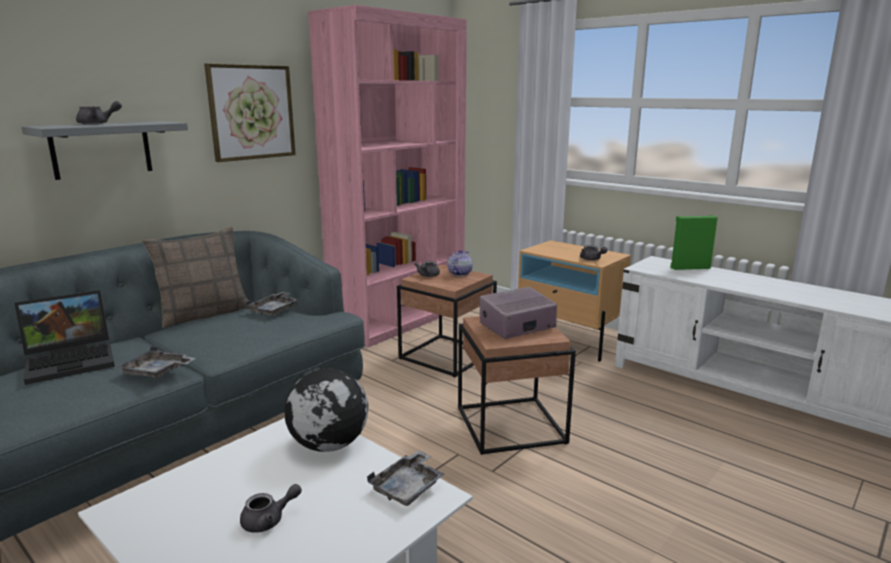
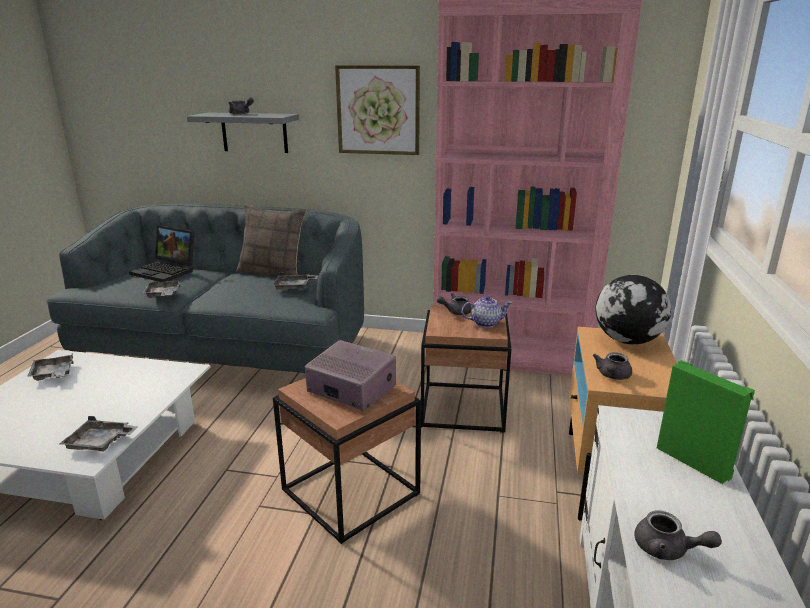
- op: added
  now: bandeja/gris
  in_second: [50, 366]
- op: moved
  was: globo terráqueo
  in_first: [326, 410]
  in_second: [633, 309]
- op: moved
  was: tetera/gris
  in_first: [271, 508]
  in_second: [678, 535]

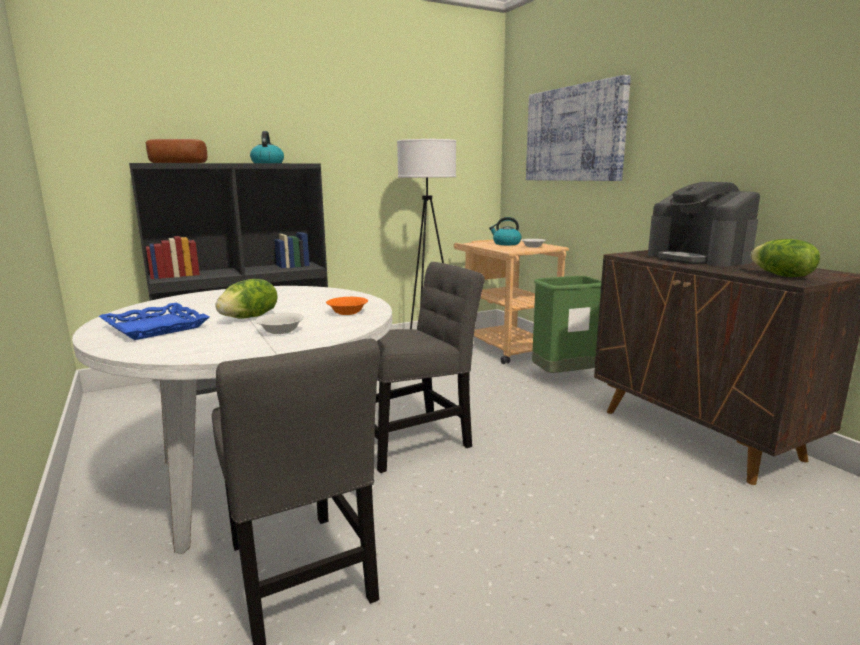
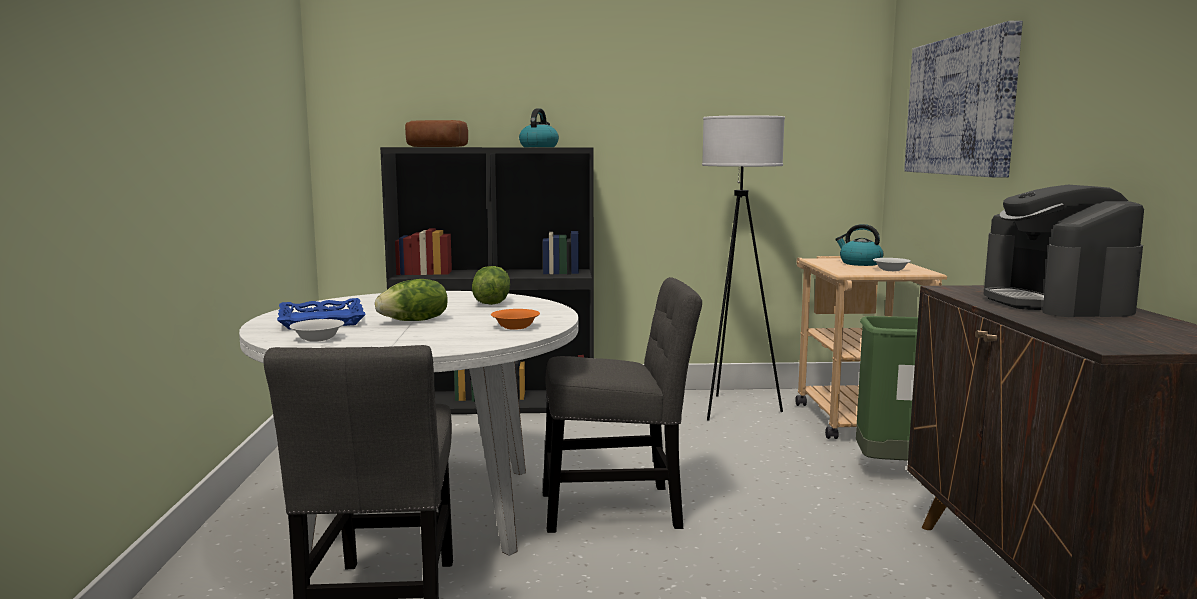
- op: moved
  was: cuenco/blanco
  in_first: [279, 323]
  in_second: [316, 330]
- op: moved
  was: lechuga
  in_first: [785, 258]
  in_second: [491, 285]

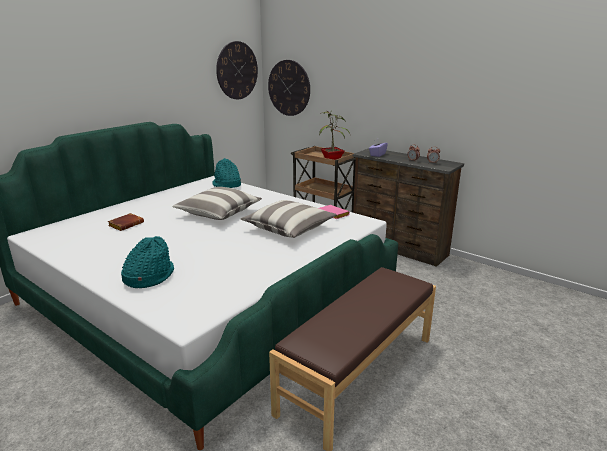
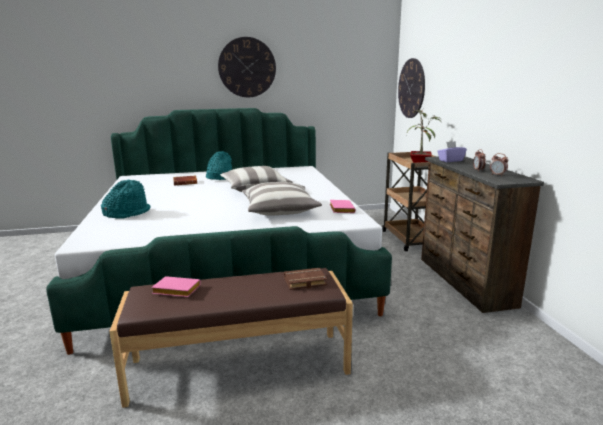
- op: added
  now: libro/rosa
  in_second: [176, 286]
- op: moved
  was: sombrero/turquesa
  in_first: [226, 173]
  in_second: [219, 165]
- op: moved
  was: reloj de pared
  in_first: [237, 70]
  in_second: [247, 67]
- op: added
  now: libro/marrón
  in_second: [305, 279]

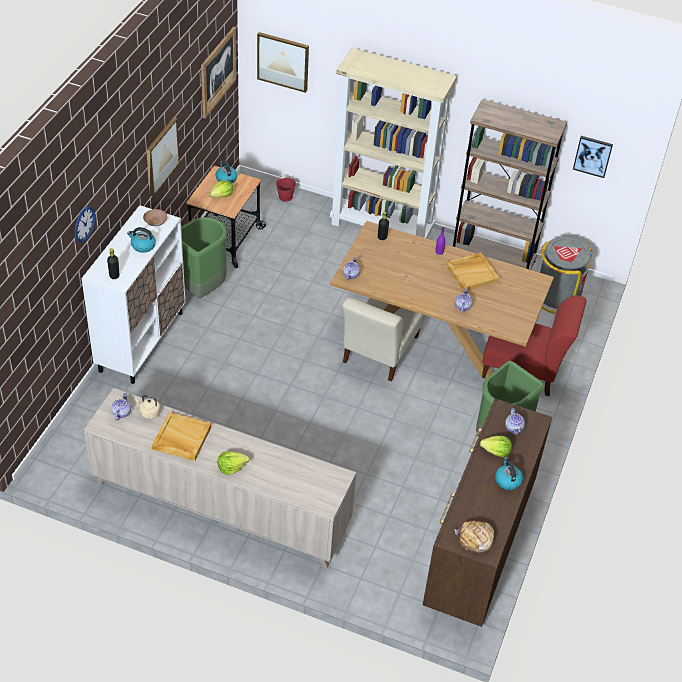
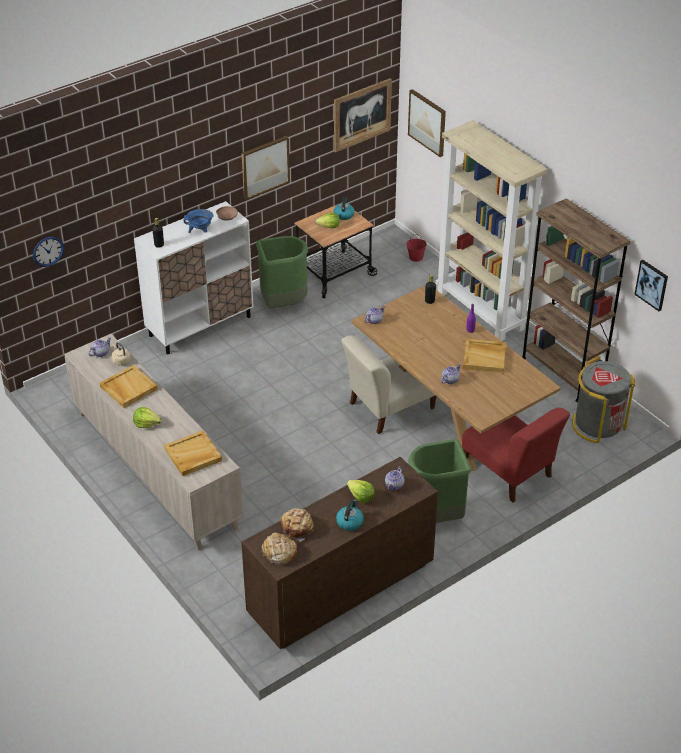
- op: moved
  was: reloj de pared
  in_first: [85, 224]
  in_second: [48, 252]
- op: added
  now: bandeja/beis
  in_second: [193, 453]
- op: replaced
  was: hervidor
  now: olla/azul
  in_first: [141, 240]
  in_second: [198, 221]
- op: added
  now: pan
  in_second: [297, 525]

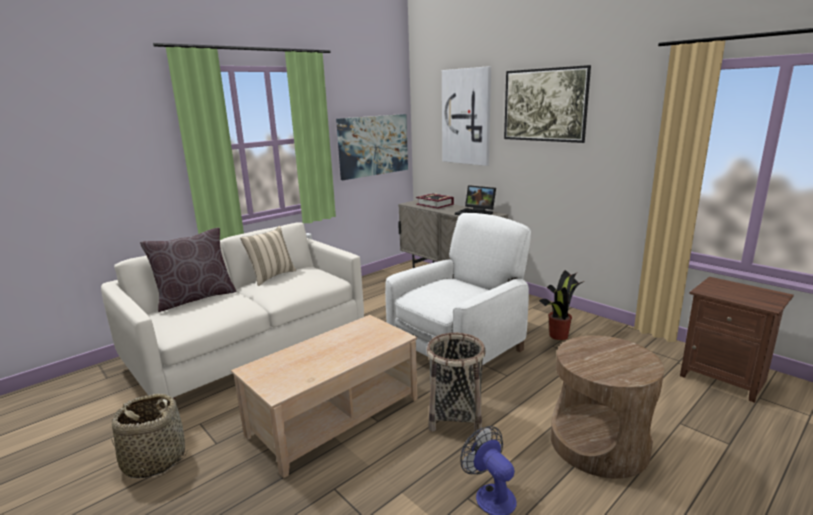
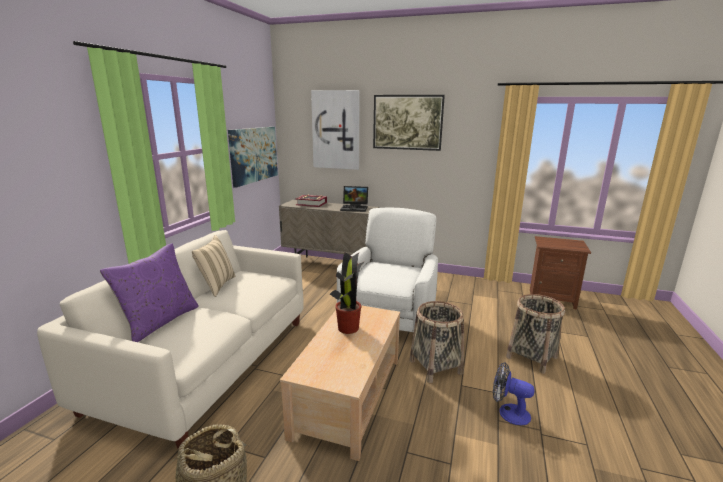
- op: recoloured
  was: cojín/marrón
  now: cojín/morado
  in_first: [188, 270]
  in_second: [149, 293]
- op: moved
  was: planta en maceta
  in_first: [561, 305]
  in_second: [347, 293]
- op: replaced
  was: mesa auxiliar/marrón
  now: cesta
  in_first: [607, 407]
  in_second: [535, 334]

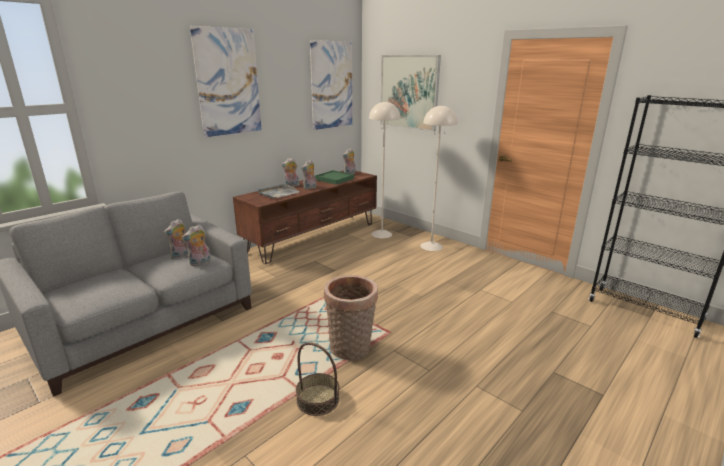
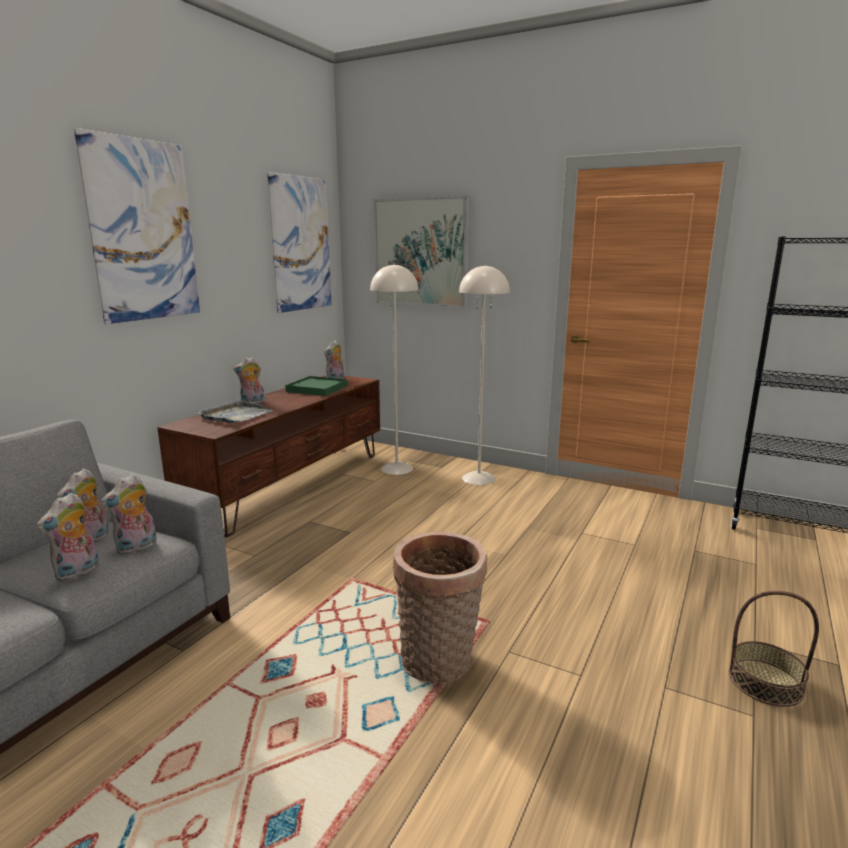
- op: moved
  was: peluche
  in_first: [308, 175]
  in_second: [68, 537]
- op: moved
  was: cesta
  in_first: [318, 379]
  in_second: [774, 649]

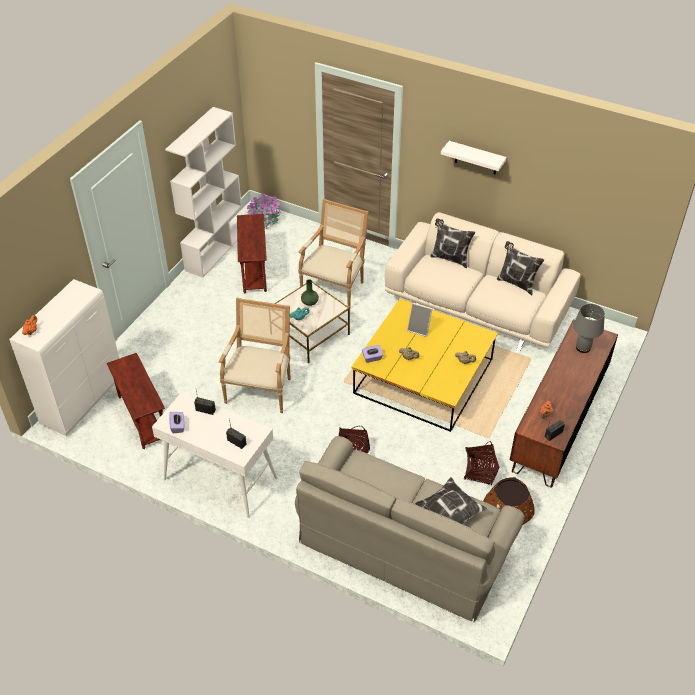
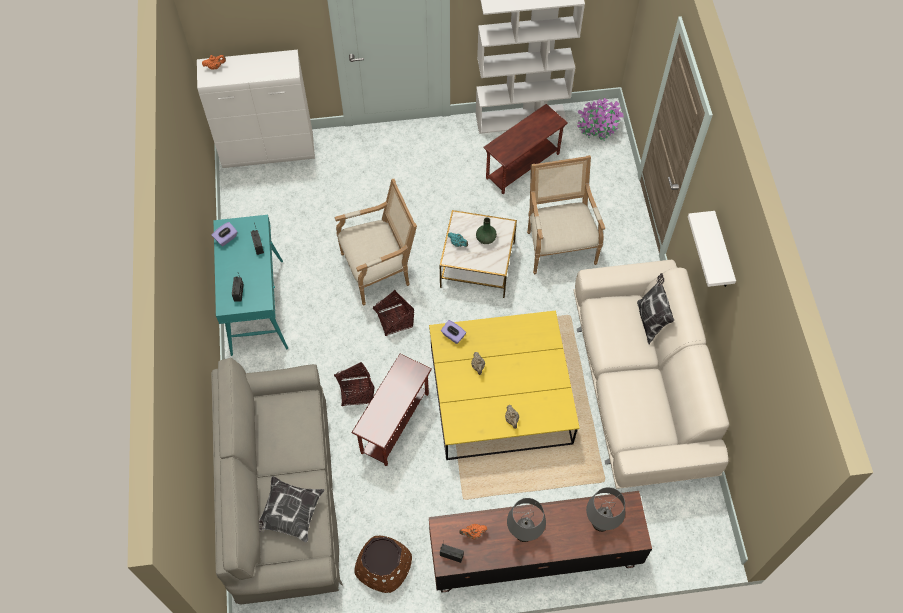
- op: recoloured
  was: mesa consola/blanco
  now: mesa consola/turquesa
  in_first: [214, 454]
  in_second: [250, 285]
- op: moved
  was: mesa auxiliar/marrón
  in_first: [136, 401]
  in_second: [392, 410]
- op: moved
  was: cesta
  in_first: [481, 463]
  in_second: [393, 313]
- op: added
  now: lámpara de mesa/gris
  in_second: [526, 520]
- op: turned
  was: sillón
  in_first: [333, 253]
  in_second: [566, 214]
  clockwise: -90
- op: removed
  was: portarretratos
  in_first: [420, 320]
- op: removed
  was: cojín
  in_first: [520, 268]

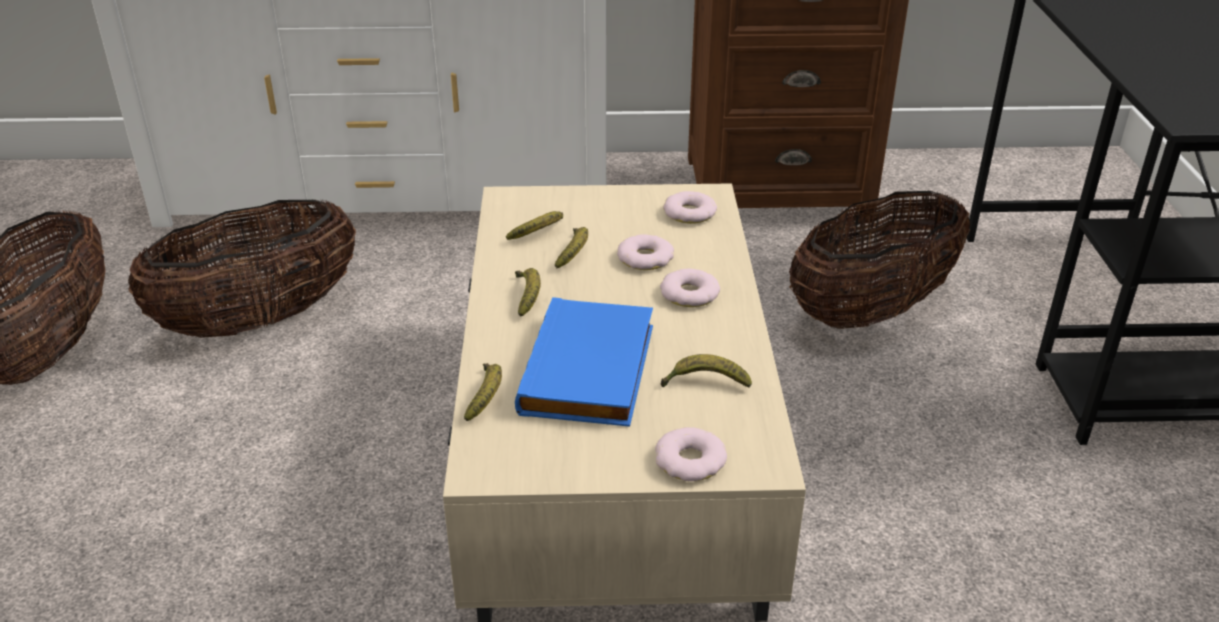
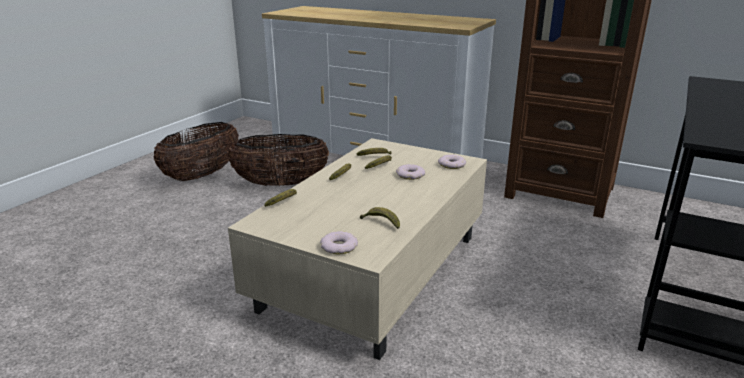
- op: removed
  was: libro/azul
  in_first: [584, 362]
- op: removed
  was: rosquilla
  in_first: [690, 287]
- op: removed
  was: cesta
  in_first: [879, 259]

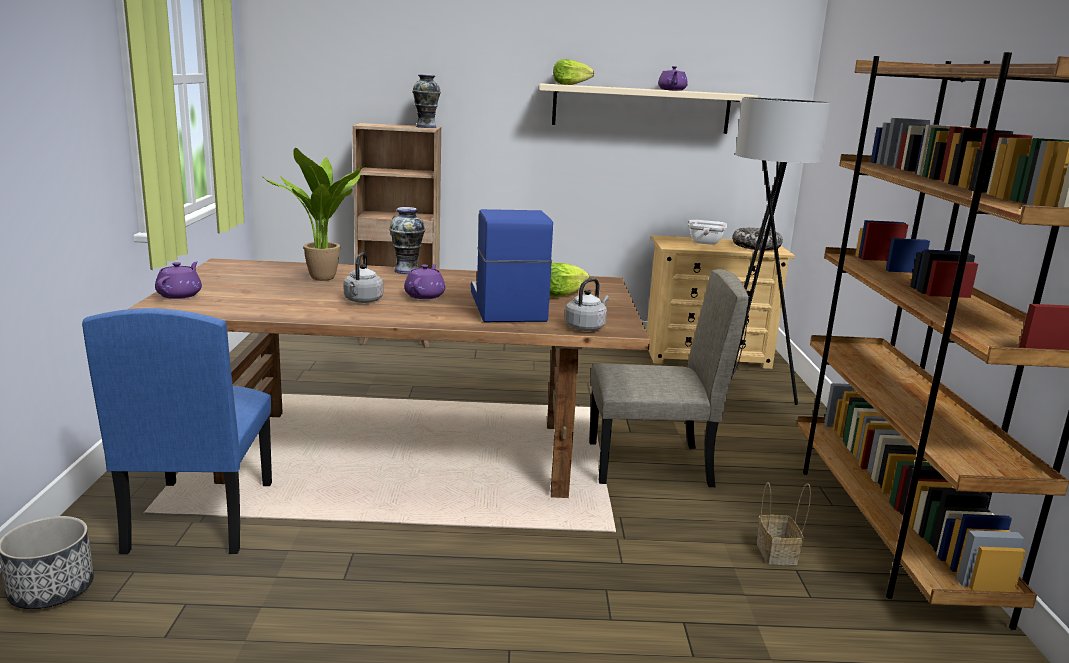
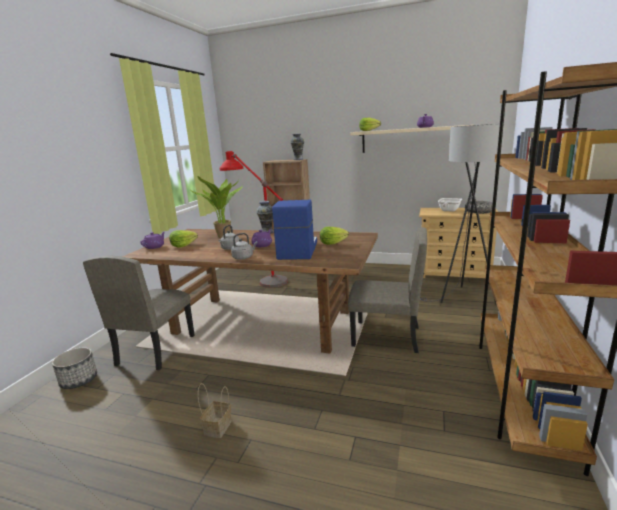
- op: recoloured
  was: silla/azul
  now: silla/beis
  in_first: [177, 431]
  in_second: [139, 313]
- op: added
  now: lechuga
  in_second: [183, 239]
- op: moved
  was: cesta
  in_first: [784, 523]
  in_second: [215, 410]
- op: added
  now: lámpara de pie/rojo
  in_second: [254, 219]
- op: moved
  was: hervidor/gris
  in_first: [587, 304]
  in_second: [244, 246]

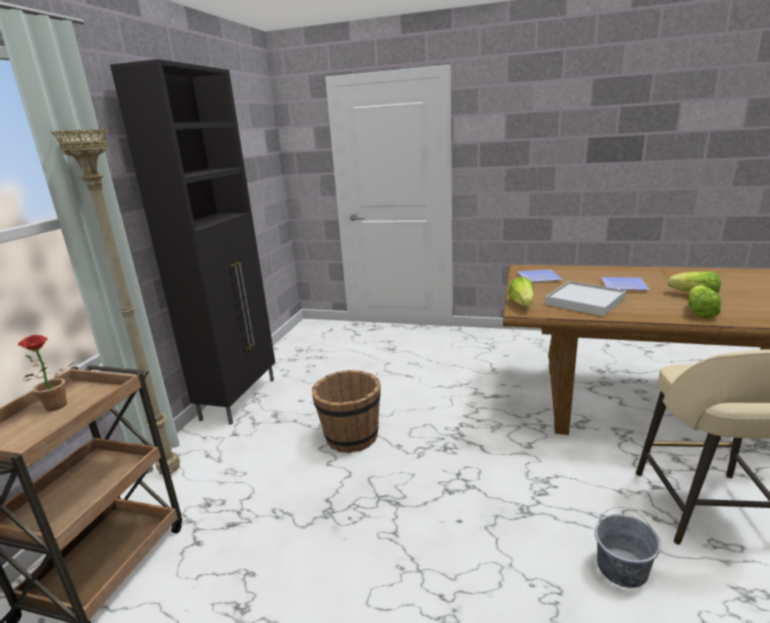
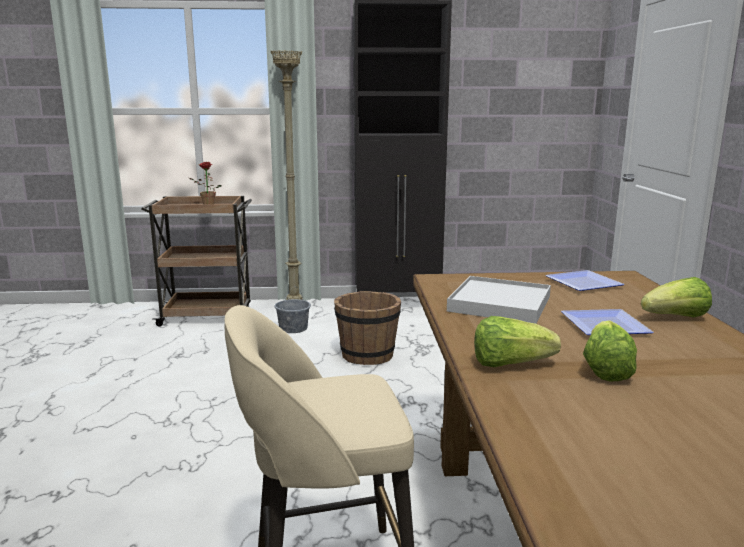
- op: moved
  was: cubo/gris
  in_first: [628, 547]
  in_second: [292, 310]
- op: moved
  was: lechuga
  in_first: [521, 291]
  in_second: [676, 297]

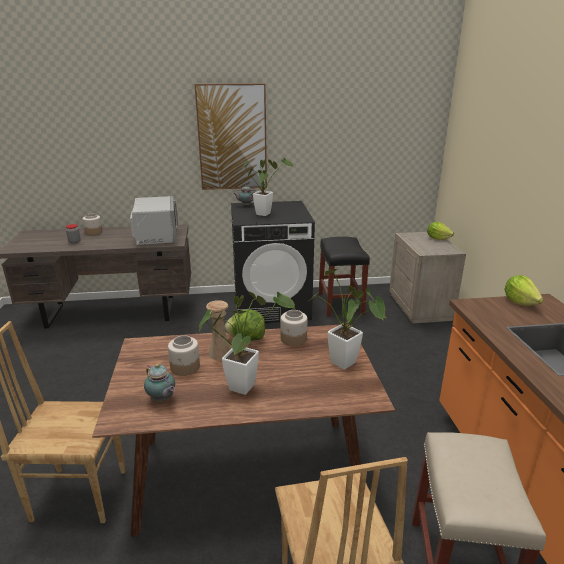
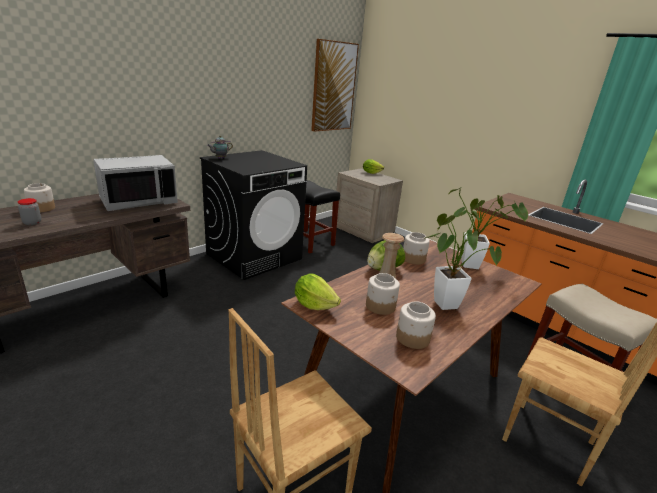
- op: turned
  was: microondas/gris
  in_first: [154, 220]
  in_second: [135, 183]
  clockwise: 105
- op: moved
  was: lechuga
  in_first: [524, 290]
  in_second: [318, 291]
- op: moved
  was: cuadro
  in_first: [230, 136]
  in_second: [335, 85]
- op: replaced
  was: tetera
  now: tarro
  in_first: [159, 383]
  in_second: [416, 325]
- op: removed
  was: planta en maceta
  in_first: [267, 187]

